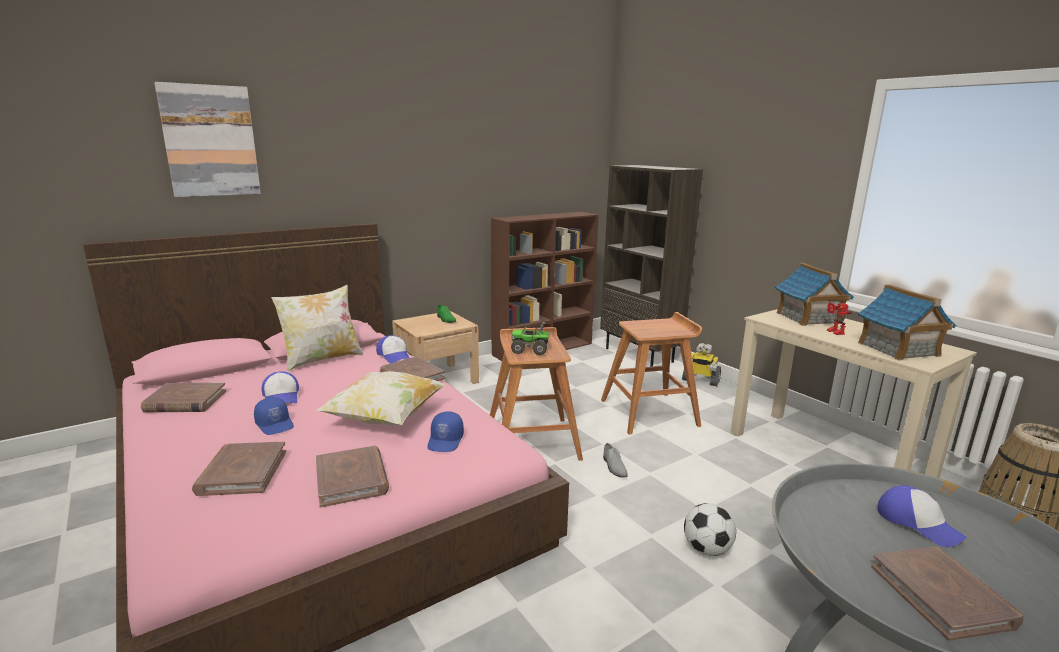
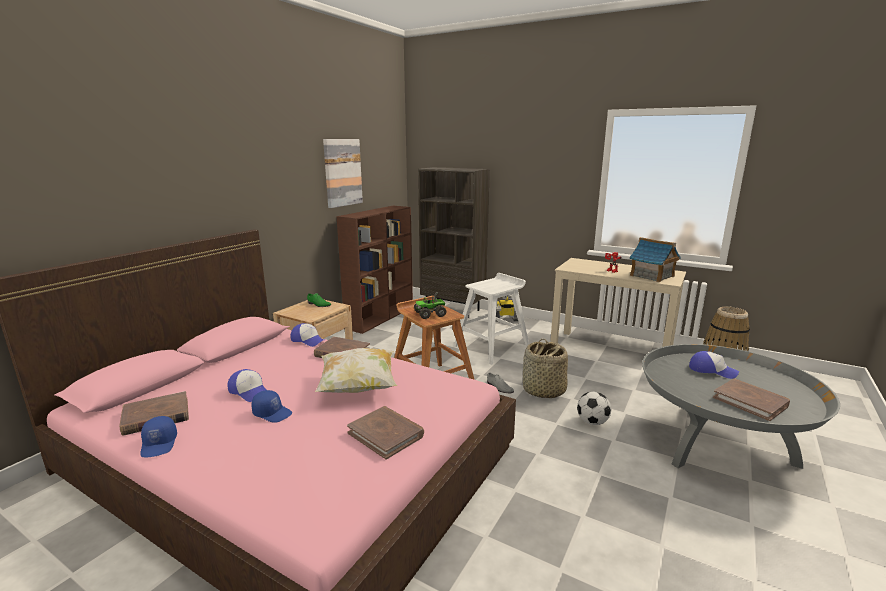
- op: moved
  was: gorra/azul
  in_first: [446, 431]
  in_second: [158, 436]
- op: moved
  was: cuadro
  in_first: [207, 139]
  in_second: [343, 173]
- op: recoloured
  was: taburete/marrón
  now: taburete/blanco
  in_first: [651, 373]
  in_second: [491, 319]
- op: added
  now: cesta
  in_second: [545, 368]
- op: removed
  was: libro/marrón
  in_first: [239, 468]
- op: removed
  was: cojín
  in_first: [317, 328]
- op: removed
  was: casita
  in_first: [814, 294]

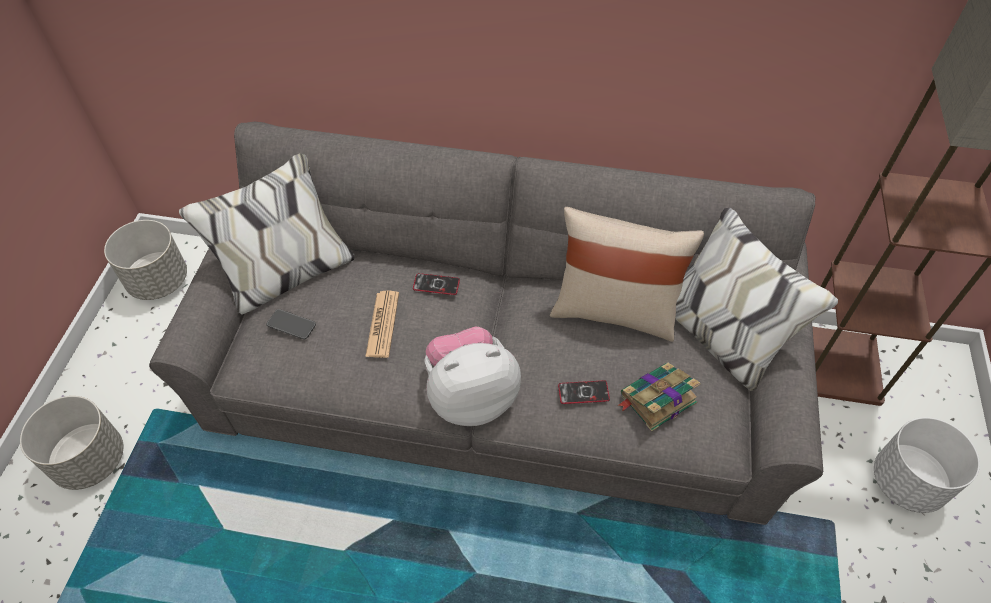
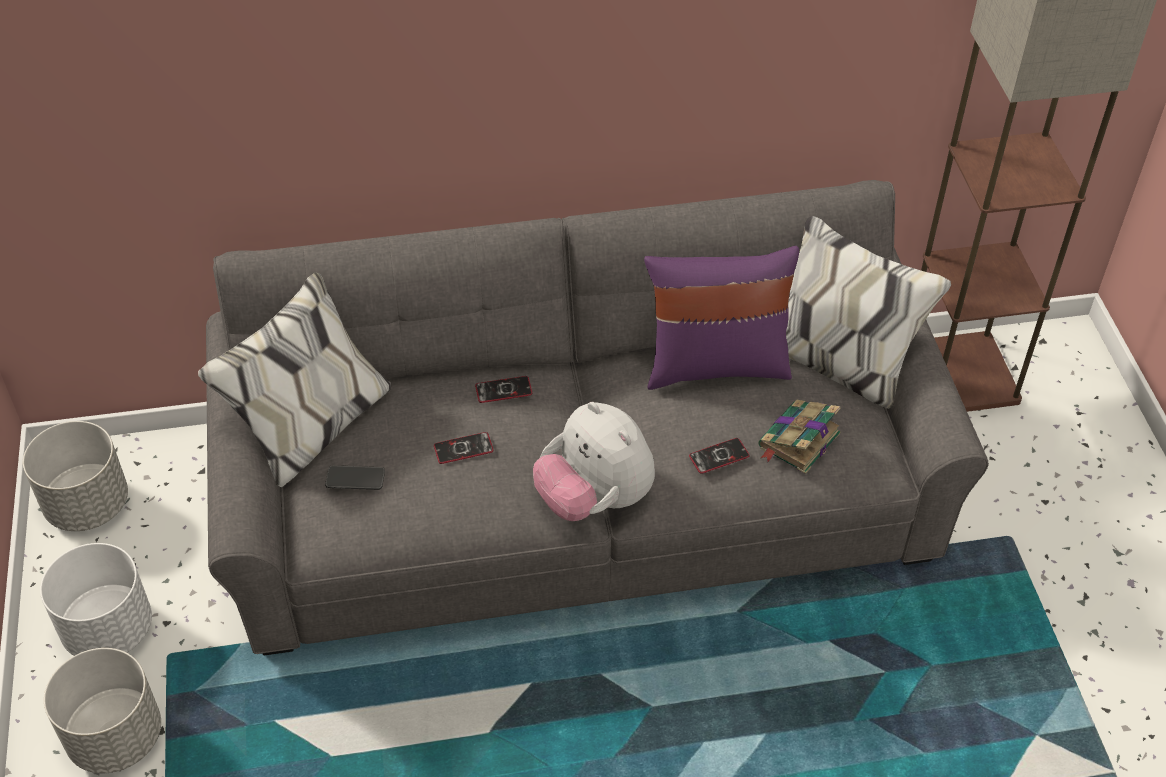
- op: moved
  was: maceta/blanco
  in_first: [927, 465]
  in_second: [96, 599]
- op: replaced
  was: periódico
  now: móvil
  in_first: [382, 324]
  in_second: [464, 448]
- op: turned
  was: peluche
  in_first: [472, 376]
  in_second: [594, 461]
  clockwise: -90
- op: recoloured
  was: cojín/beis
  now: cojín/morado
  in_first: [627, 274]
  in_second: [721, 318]

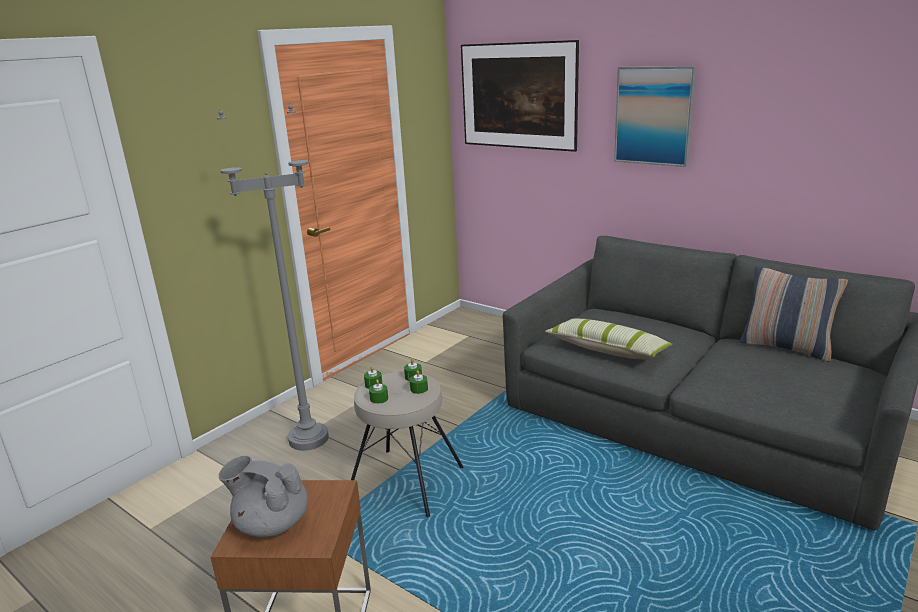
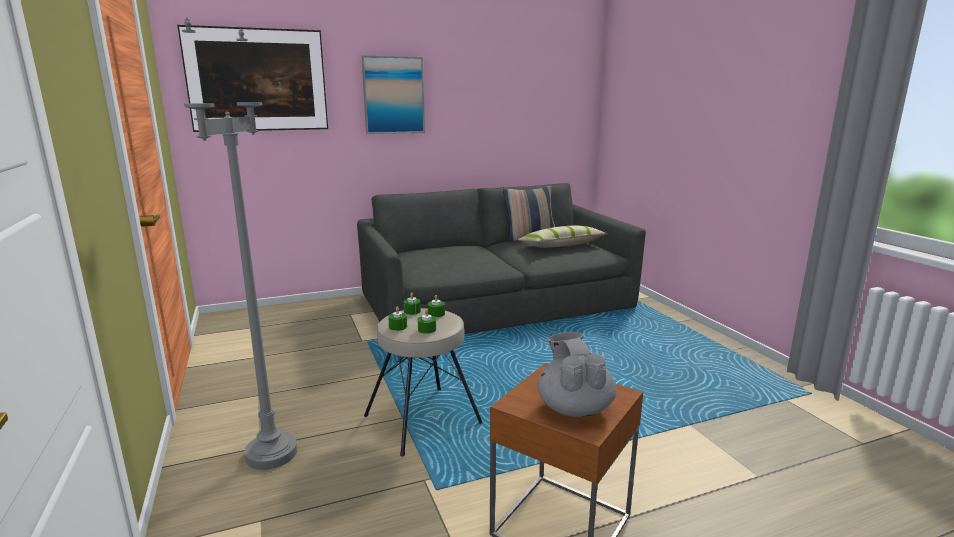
- op: moved
  was: cojín
  in_first: [609, 338]
  in_second: [562, 236]
- op: turned
  was: tetera/gris
  in_first: [263, 496]
  in_second: [577, 375]
  clockwise: 120

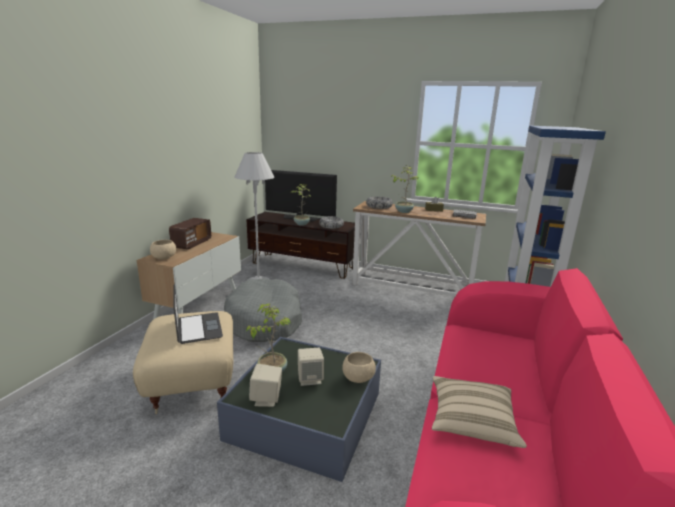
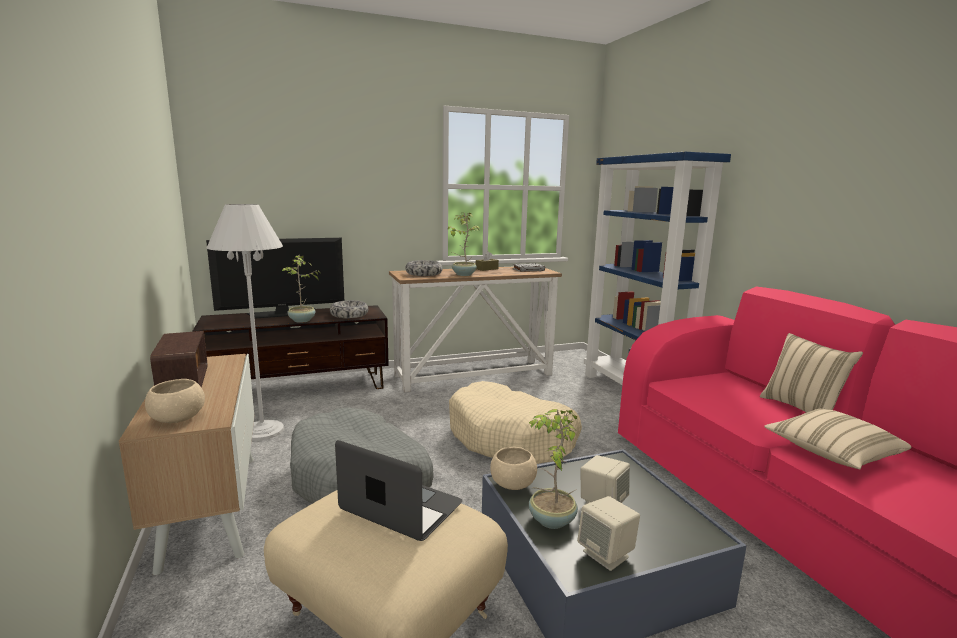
- op: added
  now: cama para perro/beis
  in_second: [515, 422]
- op: moved
  was: cuenco/beis
  in_first: [359, 367]
  in_second: [513, 468]
- op: added
  now: cojín/beis
  in_second: [811, 373]

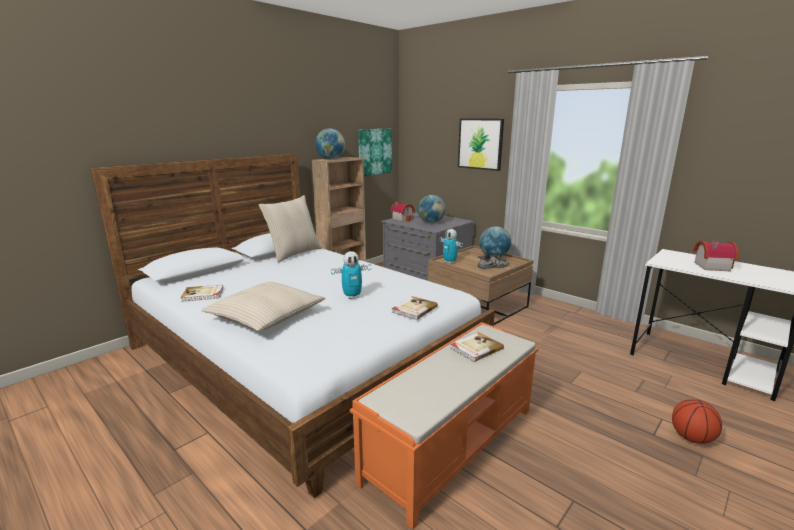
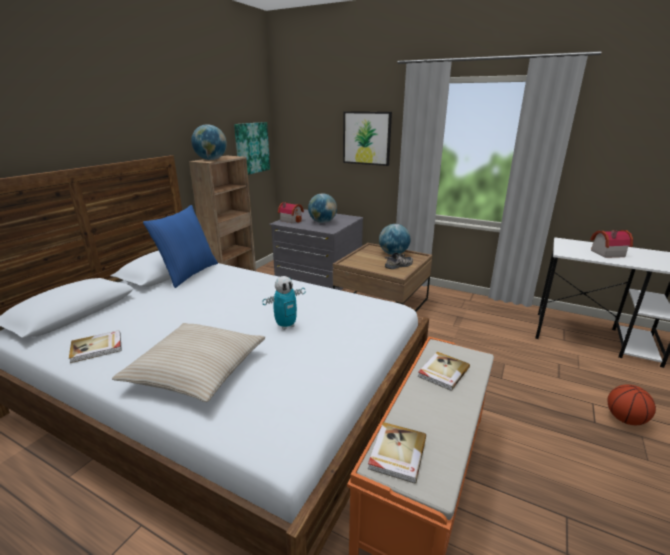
- op: recoloured
  was: cojín/beis
  now: cojín/azul
  in_first: [290, 228]
  in_second: [180, 246]
- op: moved
  was: libro
  in_first: [415, 308]
  in_second: [397, 453]
- op: removed
  was: robot de juguete
  in_first: [451, 246]

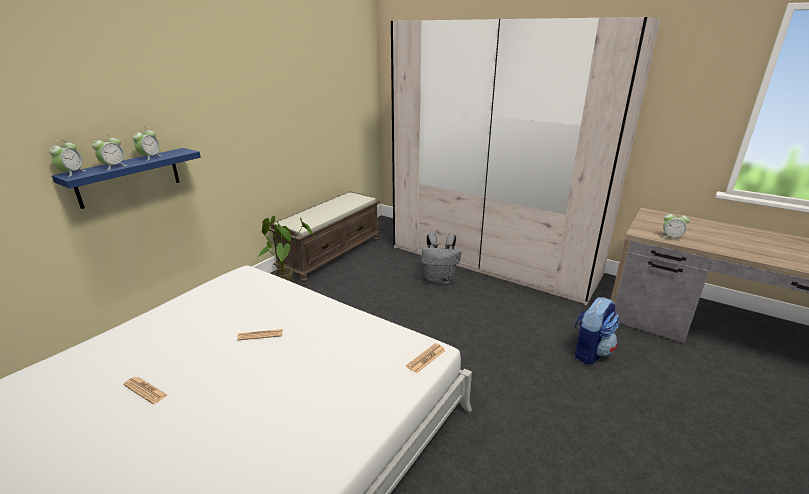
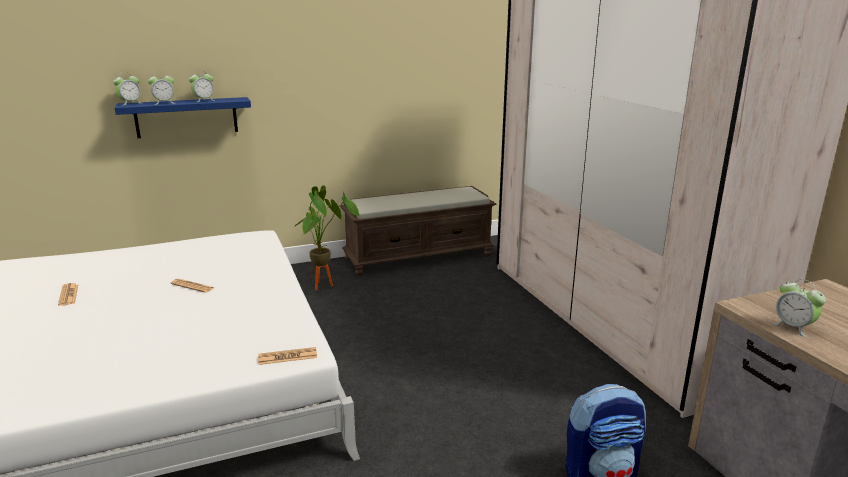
- op: removed
  was: mochila/gris
  in_first: [441, 258]

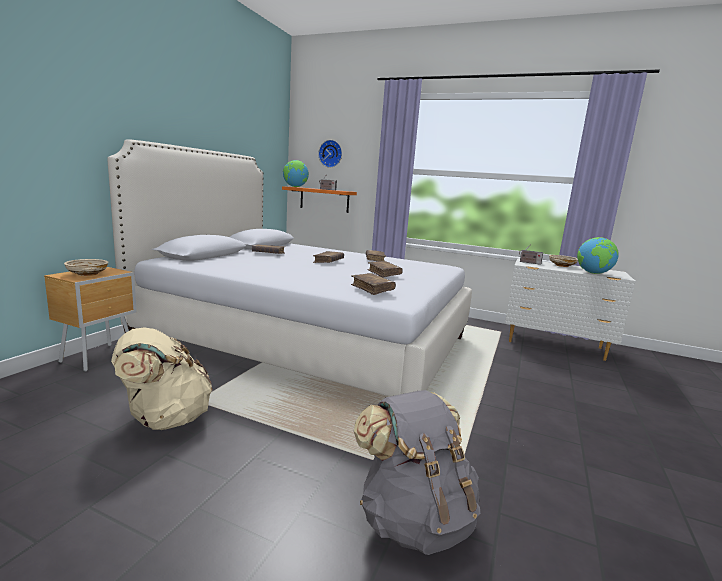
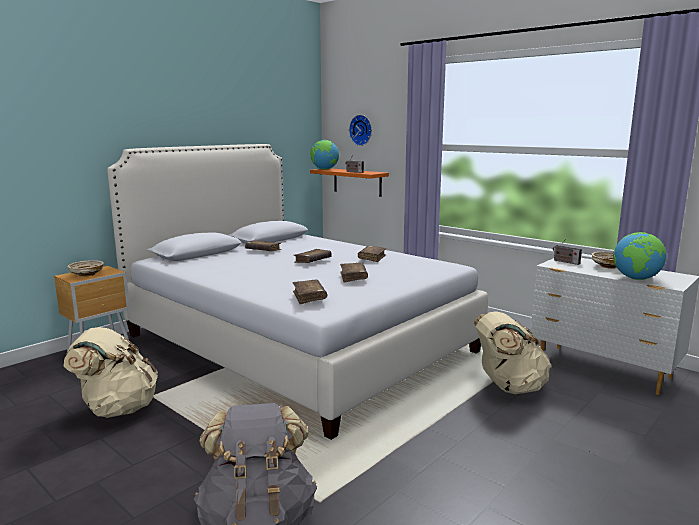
- op: added
  now: mochila/beis
  in_second: [512, 352]

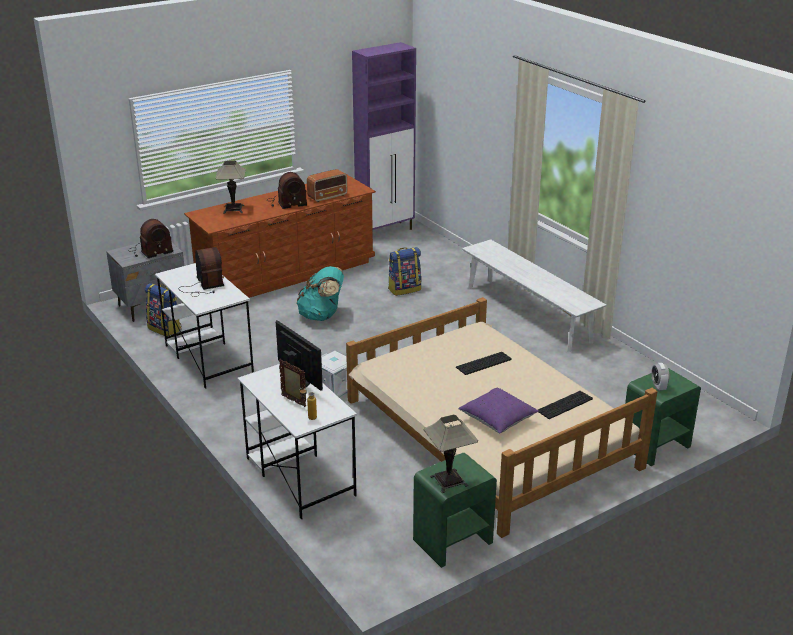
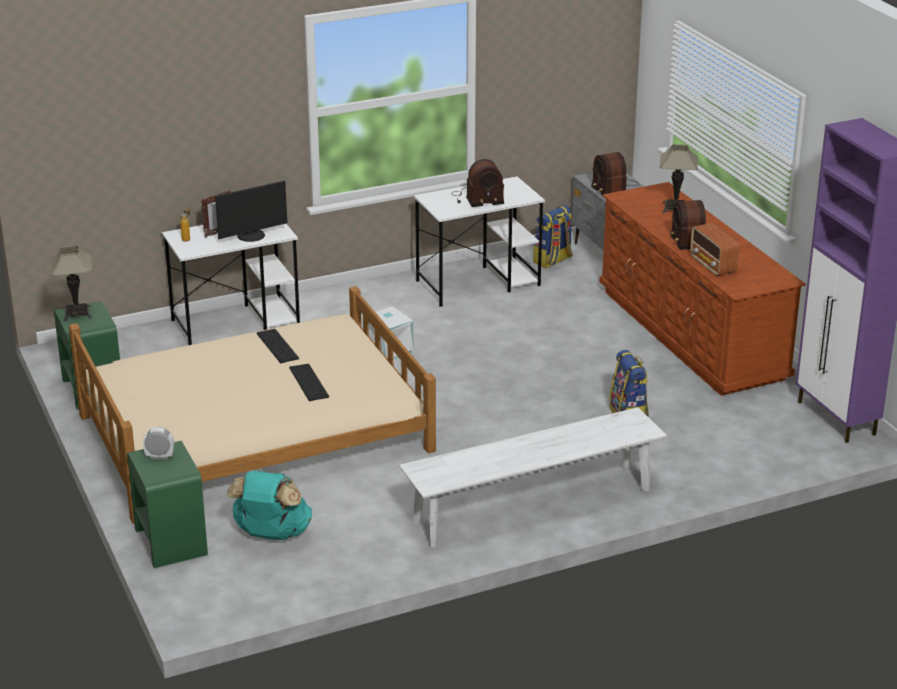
- op: moved
  was: mochila/turquesa
  in_first: [320, 293]
  in_second: [269, 505]
- op: moved
  was: teclado
  in_first: [565, 405]
  in_second: [278, 346]
- op: removed
  was: cojín/morado
  in_first: [498, 411]

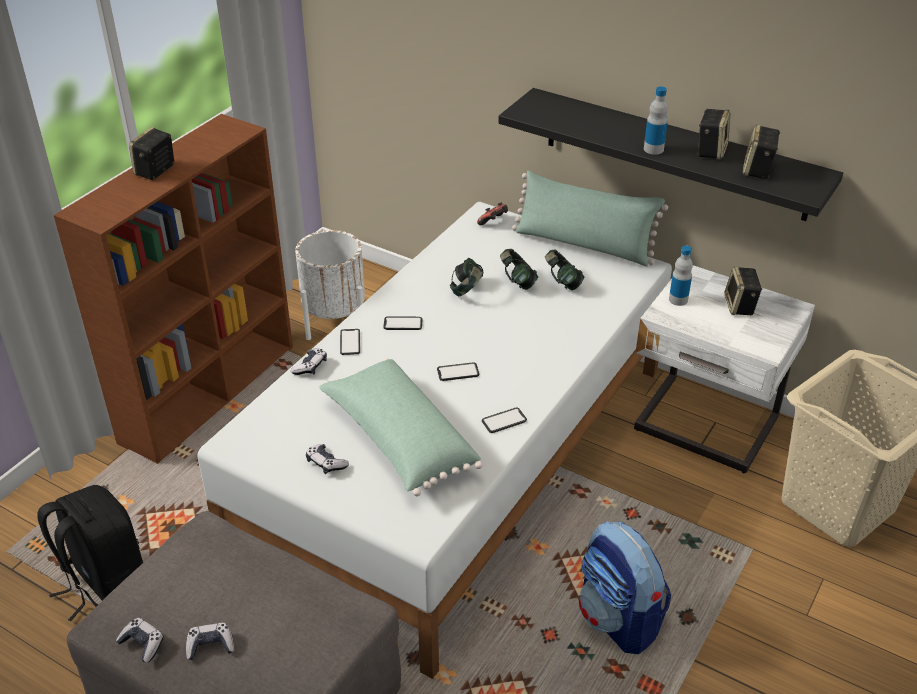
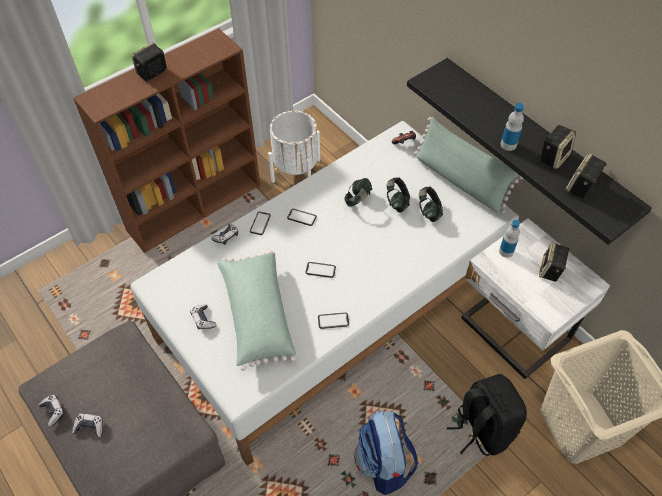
- op: moved
  was: mochila/negro
  in_first: [90, 553]
  in_second: [487, 415]

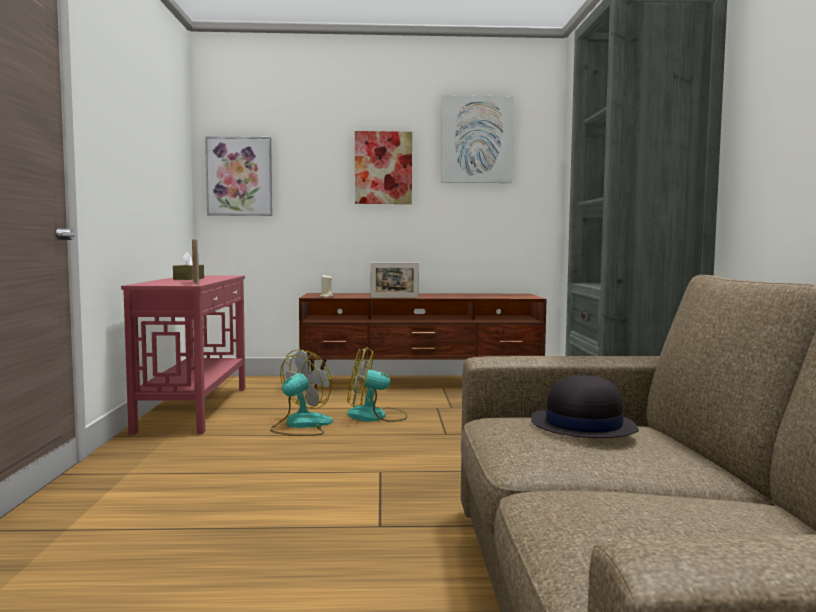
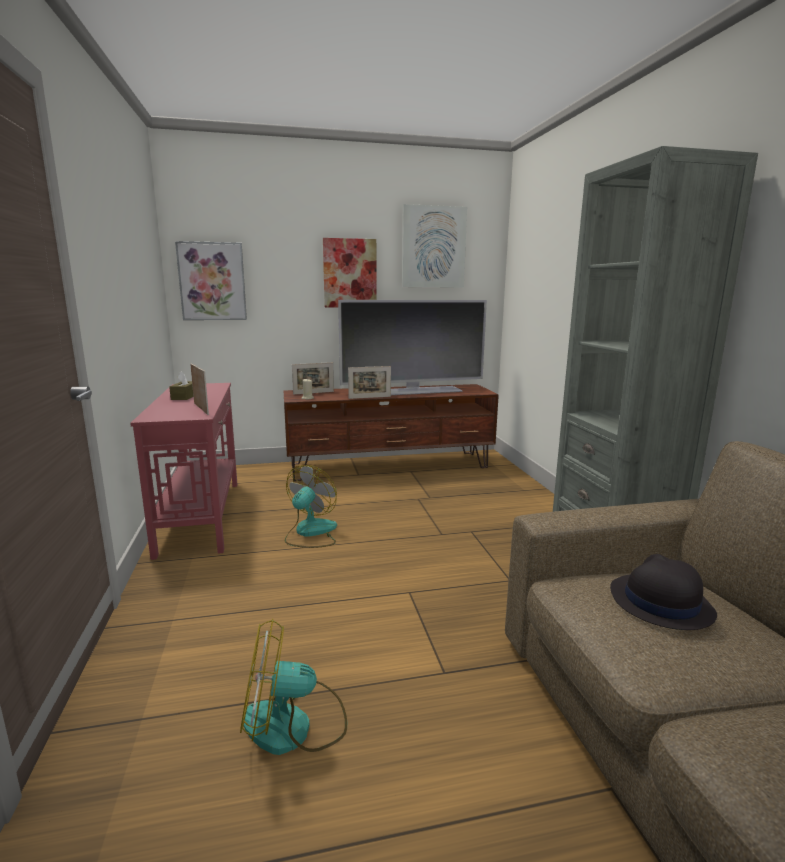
- op: moved
  was: ventilador
  in_first: [377, 384]
  in_second: [293, 687]
- op: added
  now: portarretratos
  in_second: [313, 378]
- op: added
  now: televisor
  in_second: [412, 347]

